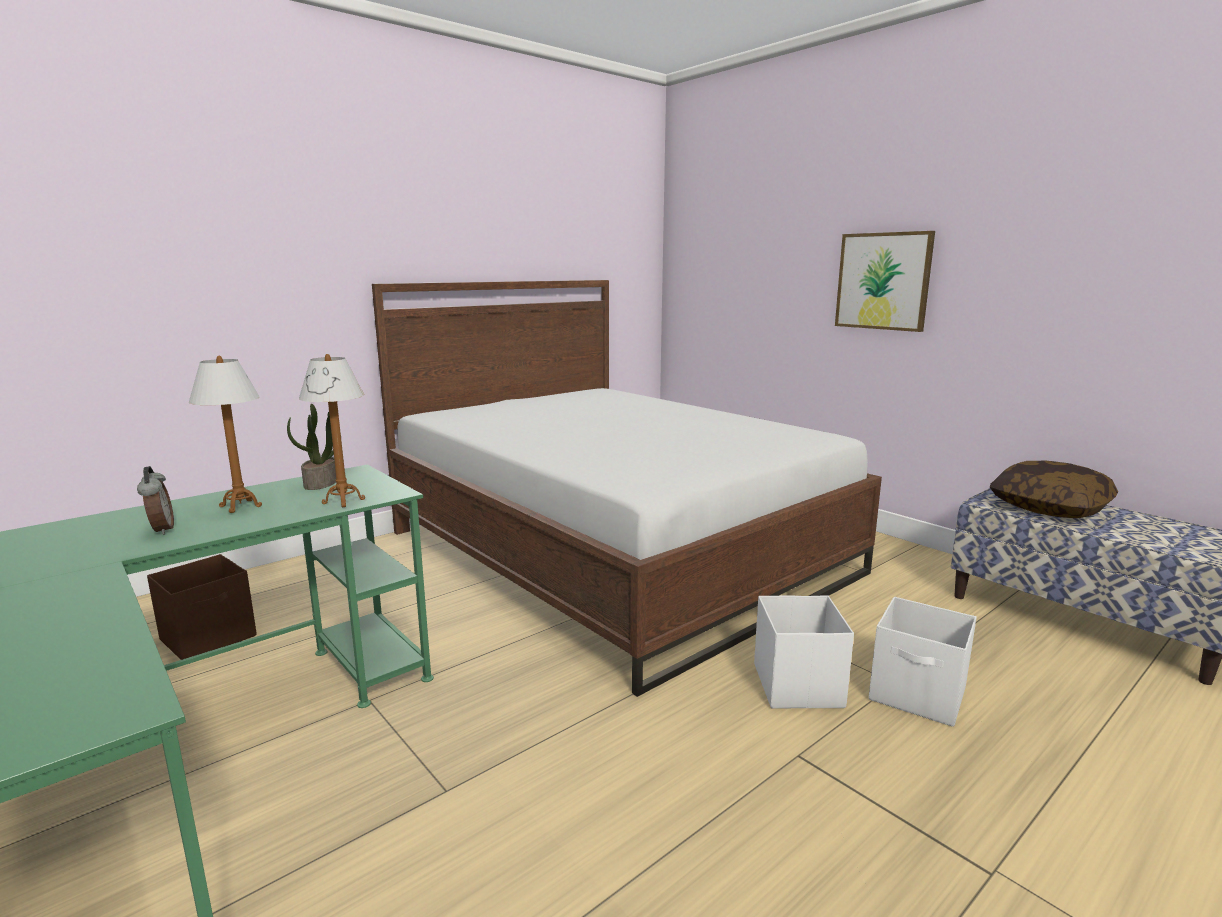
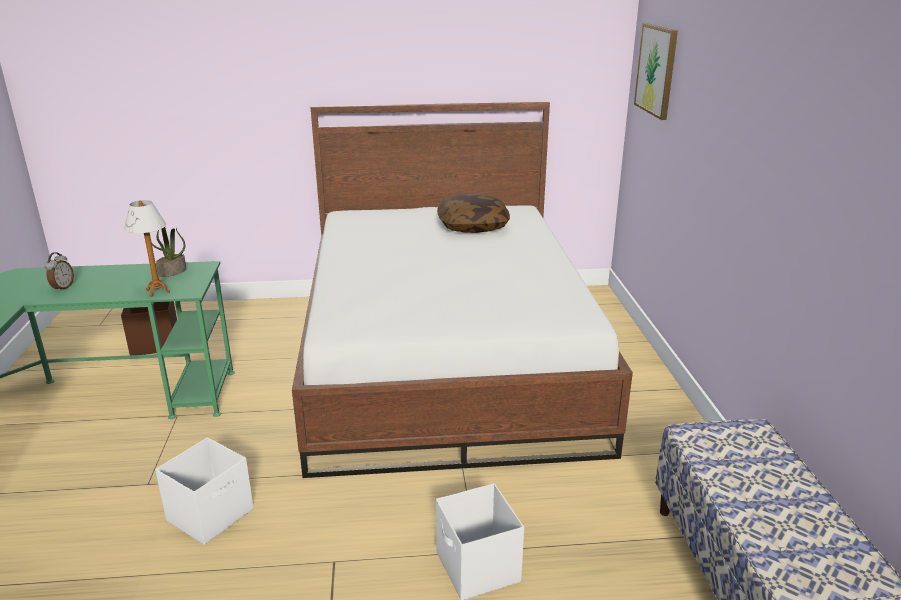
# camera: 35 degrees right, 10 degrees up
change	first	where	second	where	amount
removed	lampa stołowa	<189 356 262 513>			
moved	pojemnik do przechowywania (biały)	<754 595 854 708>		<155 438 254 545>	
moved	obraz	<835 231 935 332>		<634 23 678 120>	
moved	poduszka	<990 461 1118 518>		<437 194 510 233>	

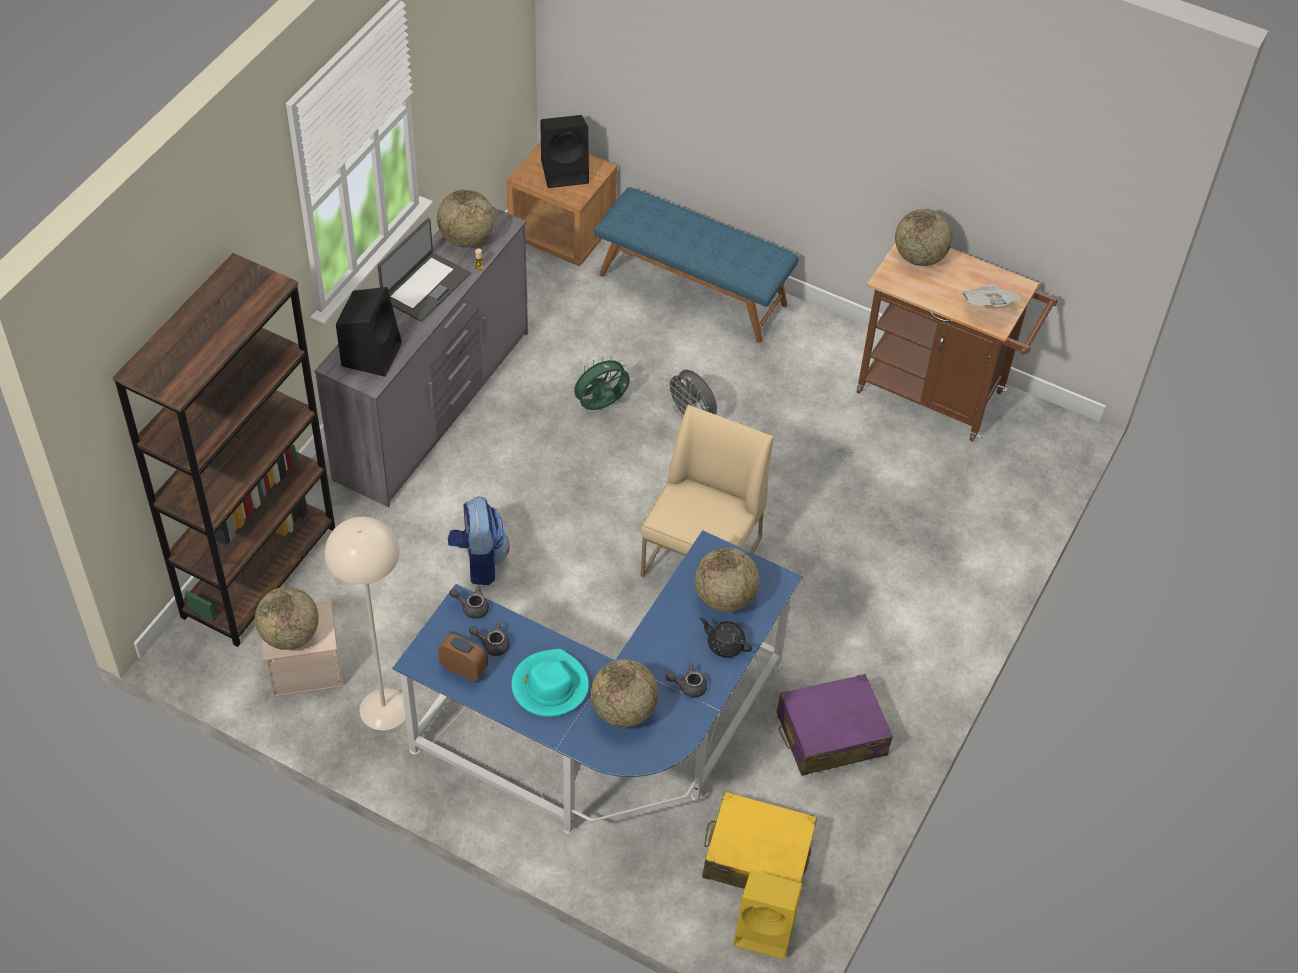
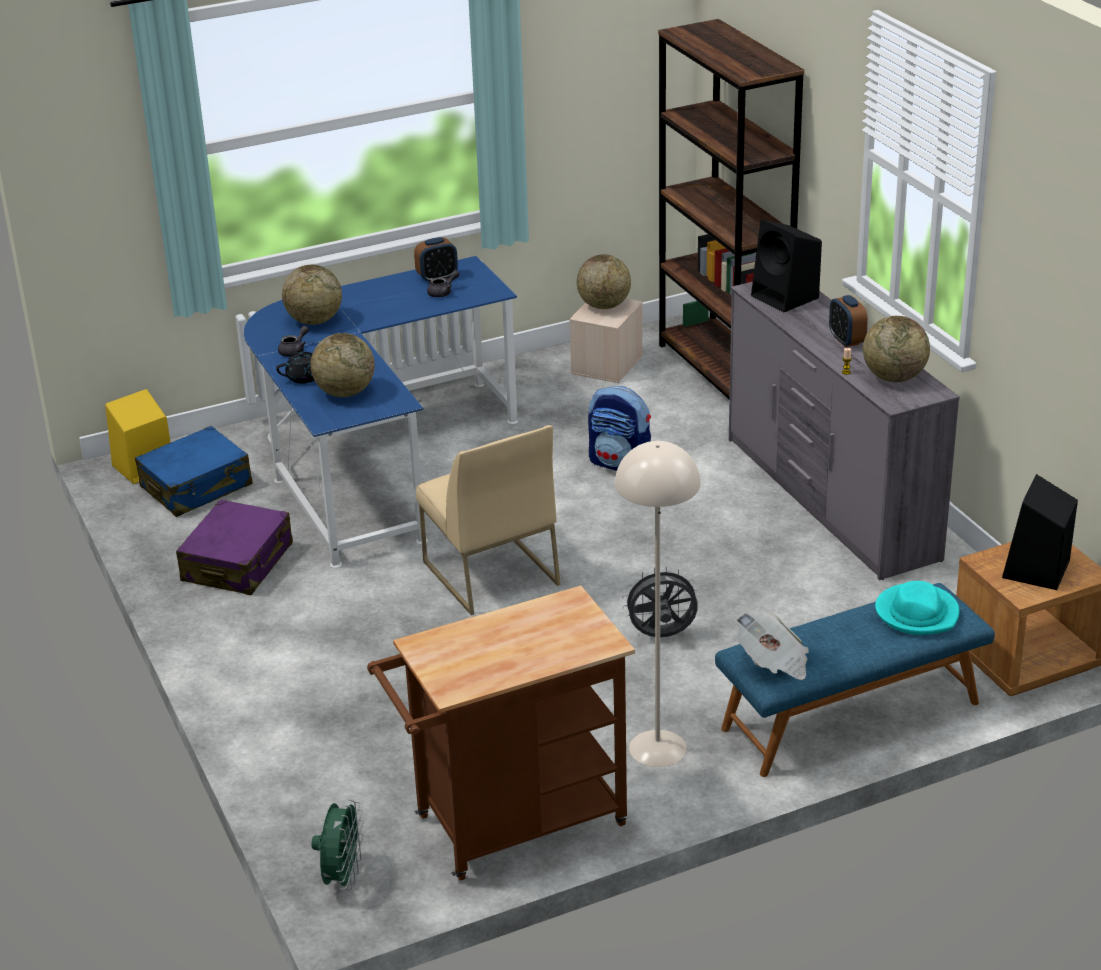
# camera: 130 degrees right, 20 degrees down
change	first	where	second	where	amount
removed	imbryk (szary)	<449 585 489 619>			
removed	globus	<895 209 953 266>			
moved	lampa stojąca (beżowy)	<325 517 406 731>		<615 441 701 767>	
moved	kapelusz (turkusowy)	<511 649 589 717>		<875 581 960 635>	
moved	wentylator (zielony)	<570 356 630 410>		<312 800 364 891>	
moved	gazeta	<962 284 1020 307>		<736 611 809 680>	
replaced	laptop	<378 218 470 322>	budzik	<829 295 868 347>	
recoloured	walizka (żółty)	<702 791 817 889>	walizka (niebieski)	<135 426 253 517>	

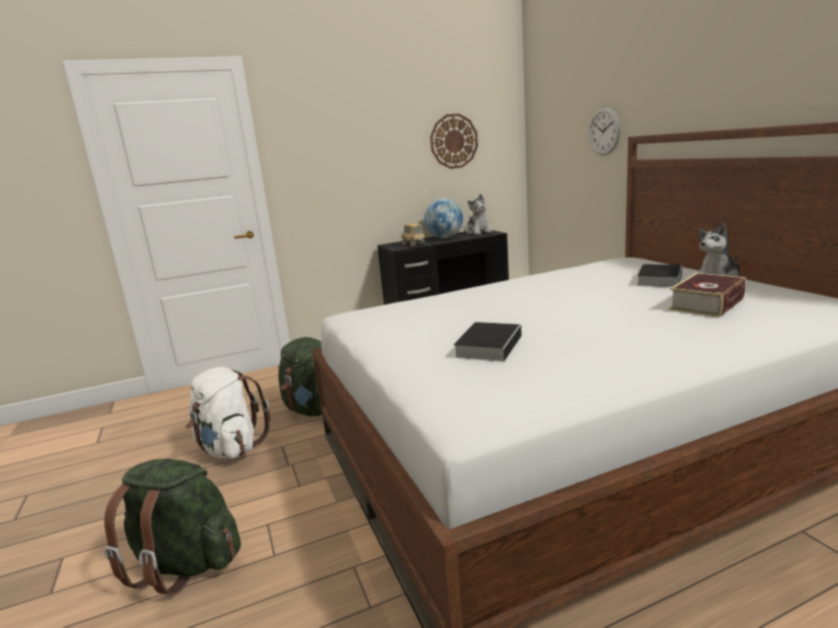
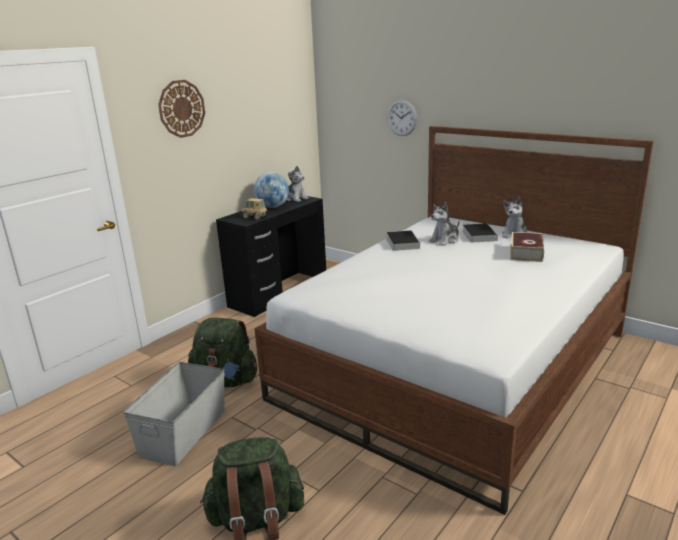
# camera: 30 degrees left, 5 degrees up
change	first	where	second	where	amount
added			pluszak	<429 202 460 246>	
moved	zegar ścienny	<430 114 478 169>		<158 80 205 138>	
moved	książka	<453 322 522 362>		<386 230 420 251>	
replaced	plecak (biały)	<185 367 271 458>	pojemnik do przechowywania (szary)	<123 362 225 466>	

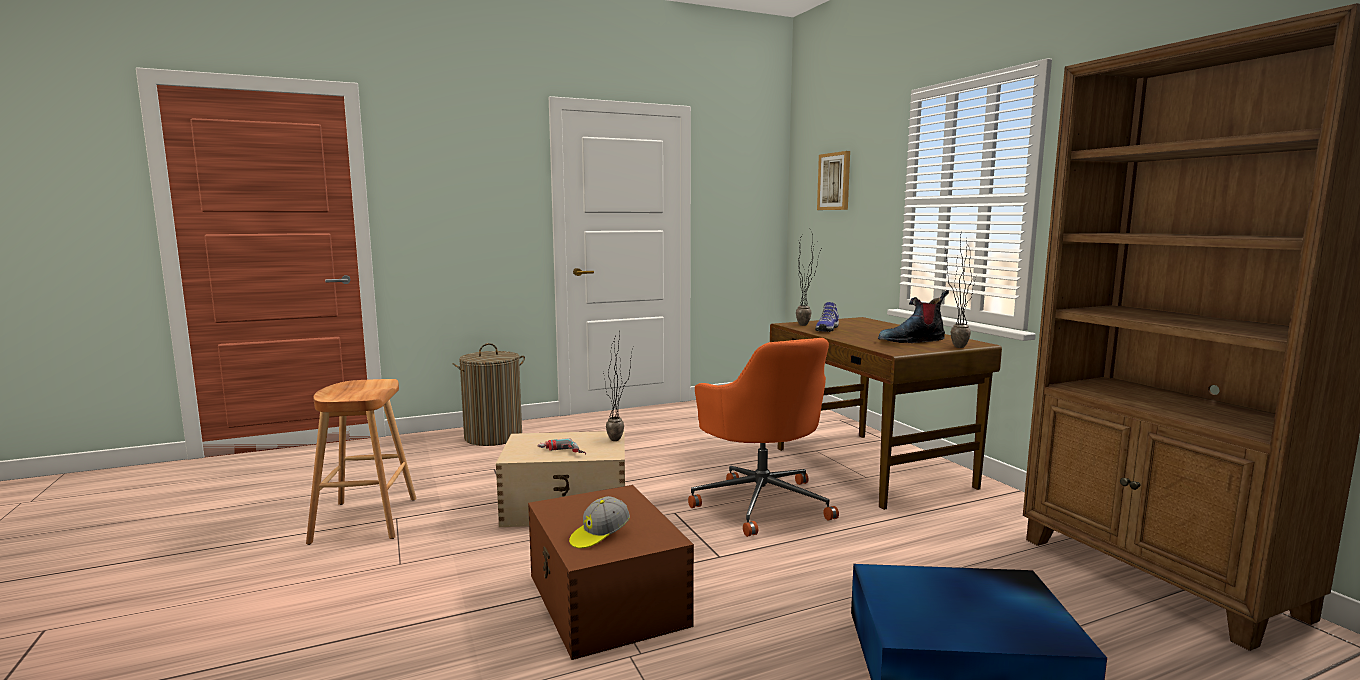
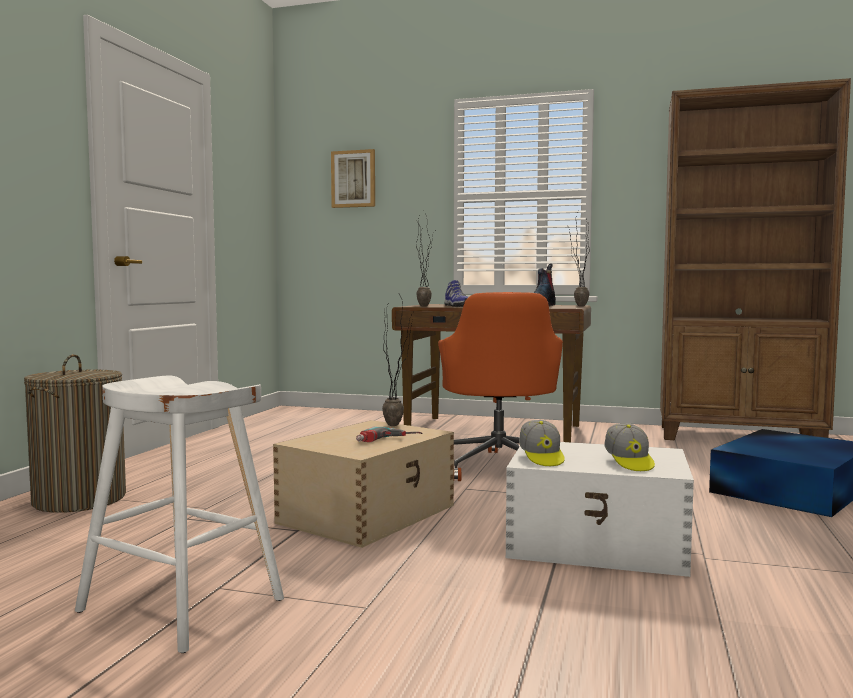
# camera: 50 degrees left, 5 degrees down
change	first	where	second	where	amount
added			czapka z daszkiem	<519 420 565 466>	
recoloured	stołek (brązowy)	<306 379 417 545>	stołek (biały)	<75 375 284 653>	
recoloured	pojemnik do przechowywania (brązowy)	<528 485 694 660>	pojemnik do przechowywania (biały)	<506 442 694 577>	
turned	krzesło biurowe (pomarańczowy)	<688 338 839 537>		<438 292 563 481>	75 degrees clockwise

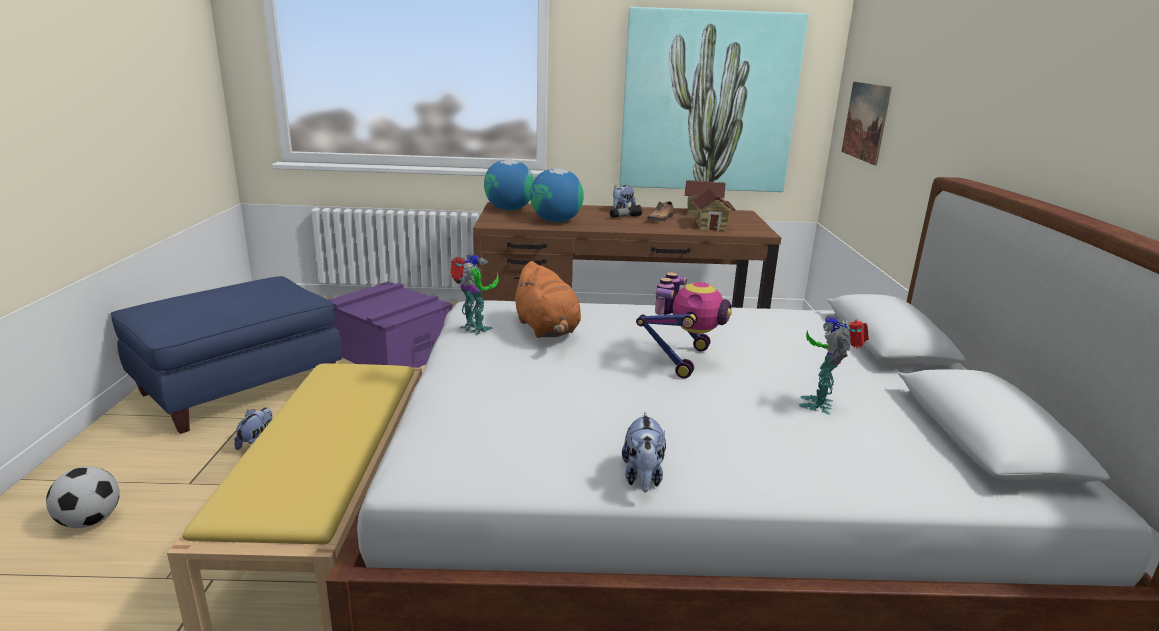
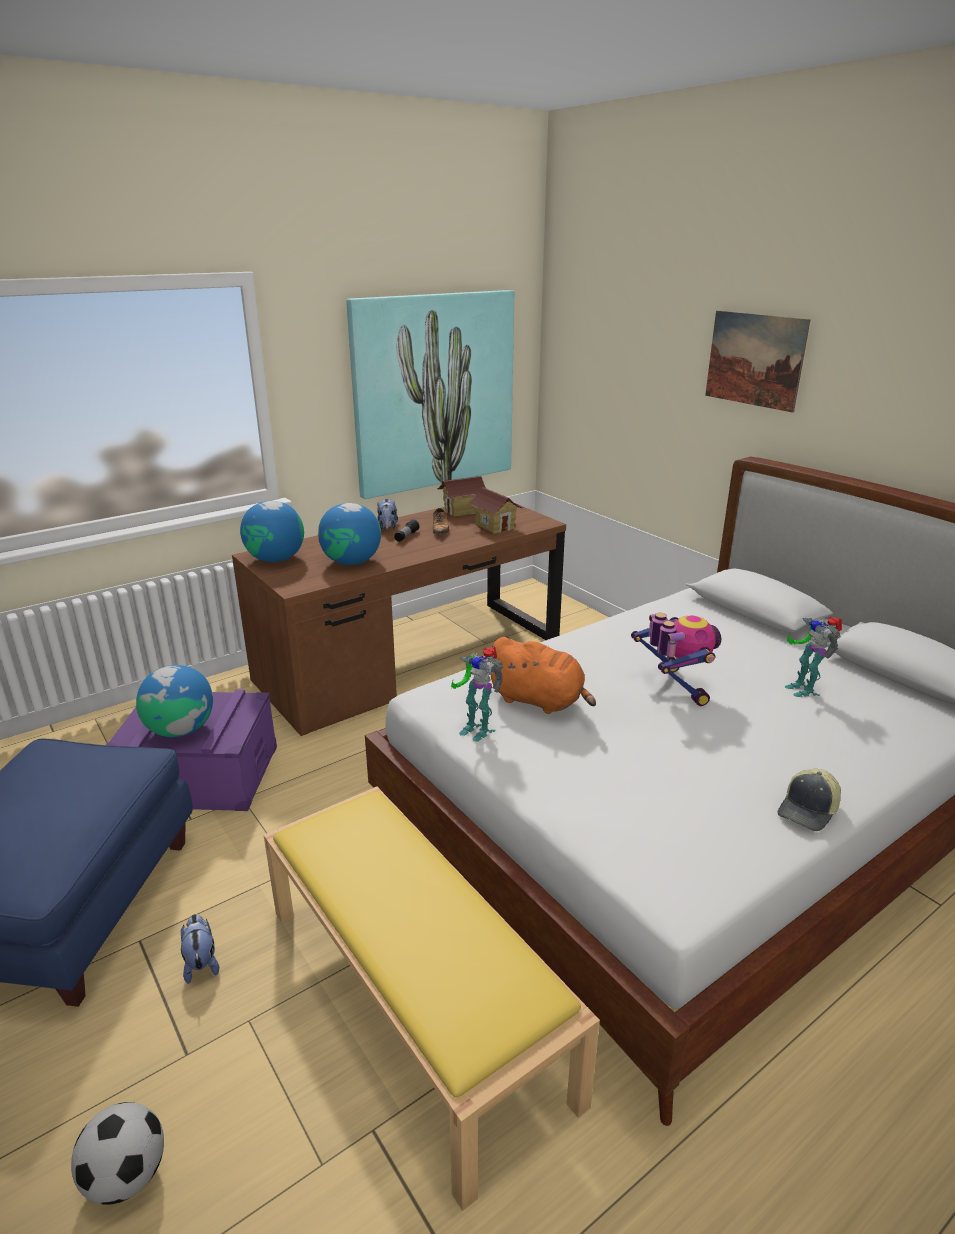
# camera: 35 degrees left, 5 degrees up
change	first	where	second	where	amount
added			globus	<136 665 213 737>	
moved	obraz	<841 82 892 166>		<705 310 811 413>	
replaced	pluszak	<622 412 666 492>	czapka z daszkiem	<777 769 841 831>	
turned	robot zabawkowy	<450 253 499 335>		<451 646 504 742>	150 degrees counterclockwise

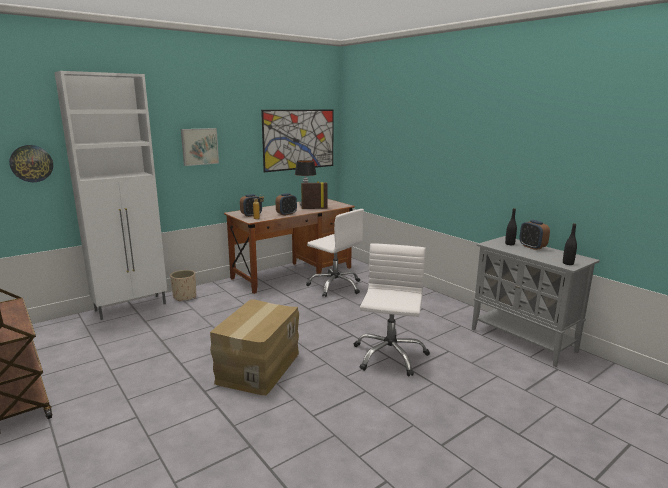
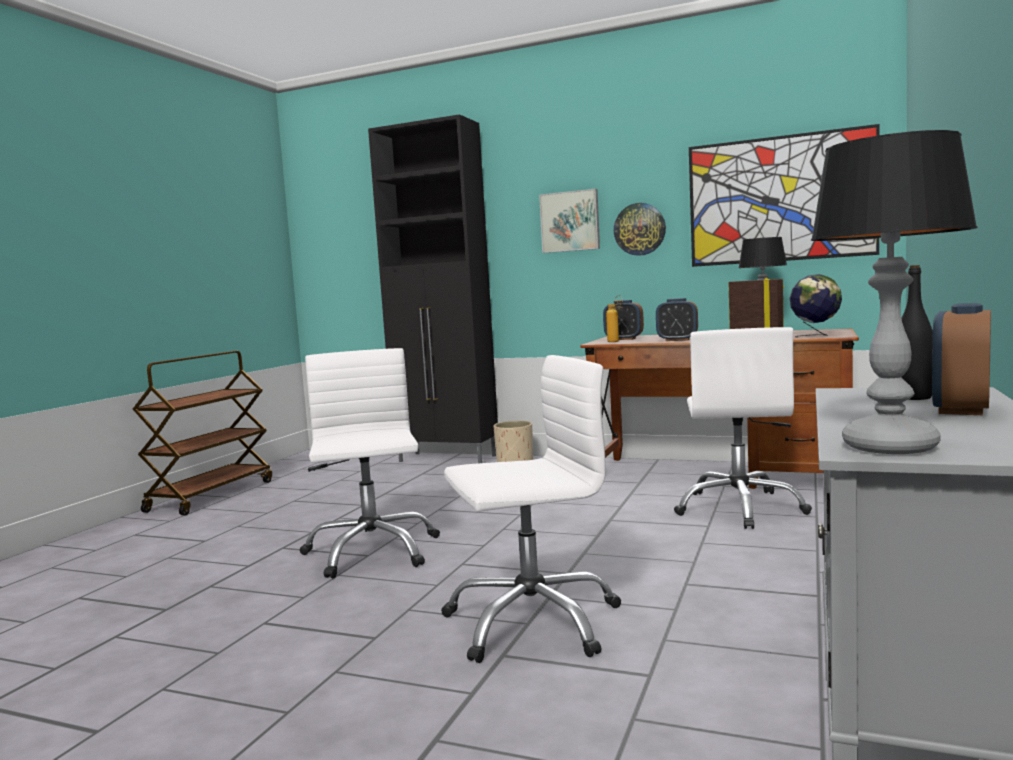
# camera: 60 degrees right, 10 degrees down
change	first	where	second	where	amount
added			globus	<790 274 842 338>	
moved	zegar ścienny	<9 145 53 182>		<614 203 666 256>	
replaced	karton	<210 300 299 395>	krzesło biurowe (biały)	<300 348 440 578>	
replaced	butelka (czarny)	<563 223 577 265>	lampa stołowa	<811 130 978 454>	
recoloured	szafka (biały)	<54 71 167 320>	szafka (czarny)	<368 114 498 464>	

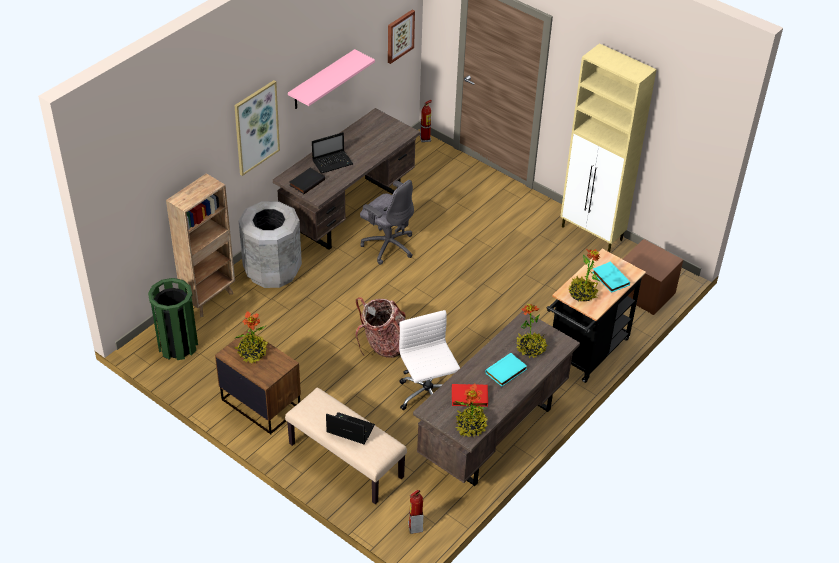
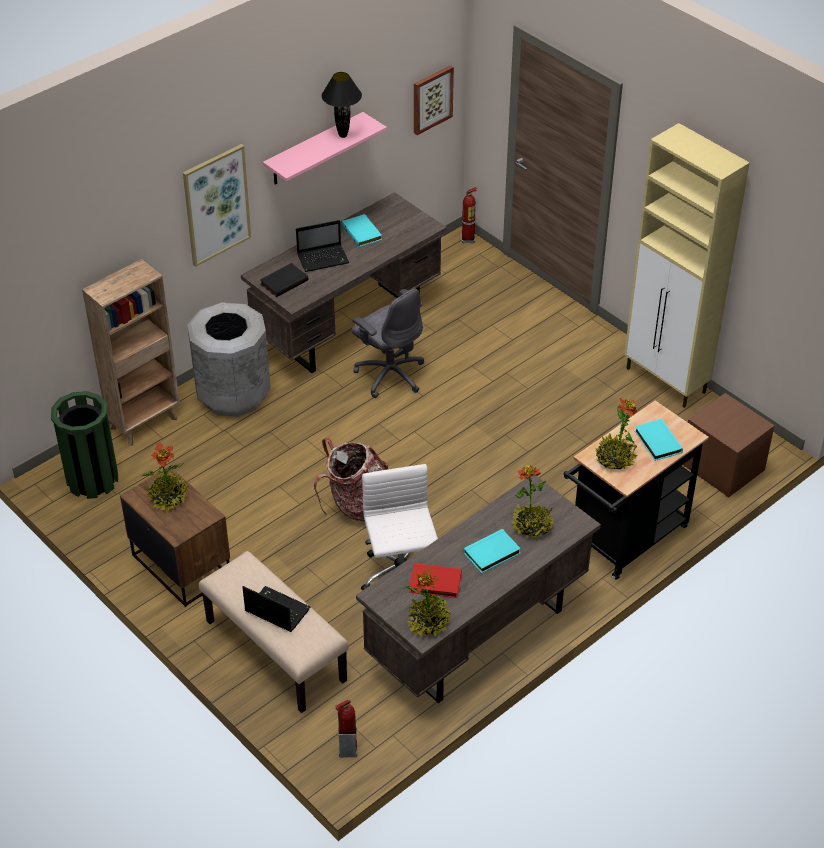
# camera: 10 degrees right, 0 degrees up
change	first	where	second	where	amount
added			lampa stołowa (czarny)	<322 72 362 138>	
added			książka (turkusowy)	<342 214 382 247>	

